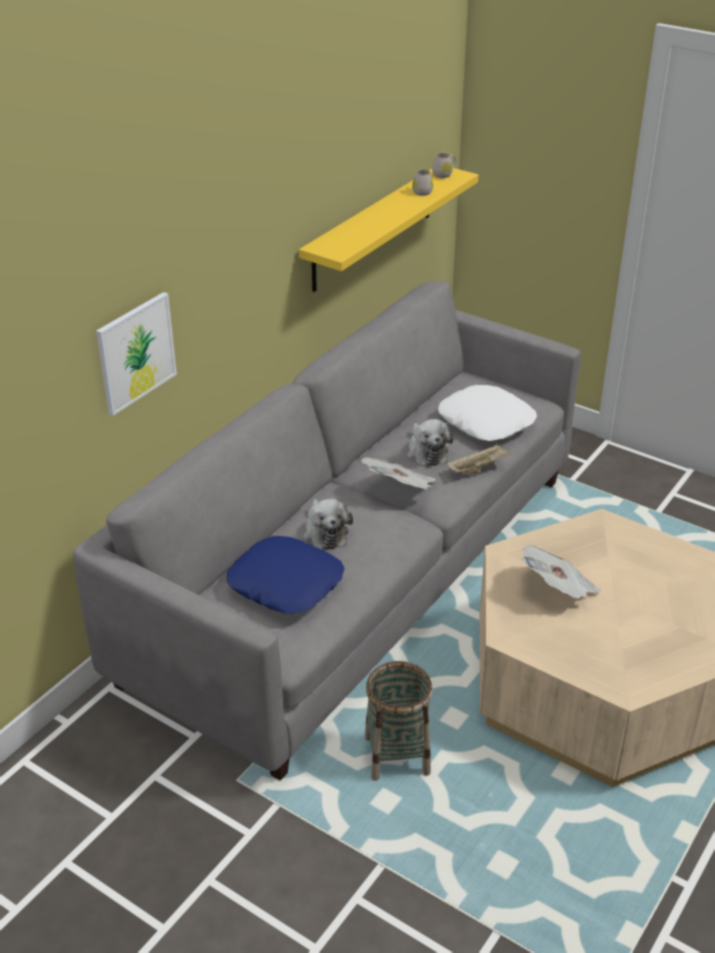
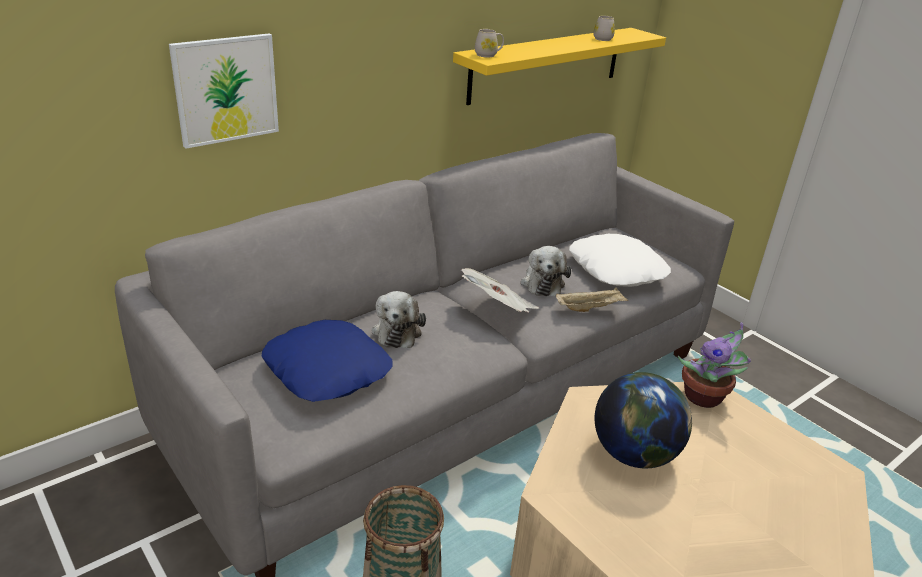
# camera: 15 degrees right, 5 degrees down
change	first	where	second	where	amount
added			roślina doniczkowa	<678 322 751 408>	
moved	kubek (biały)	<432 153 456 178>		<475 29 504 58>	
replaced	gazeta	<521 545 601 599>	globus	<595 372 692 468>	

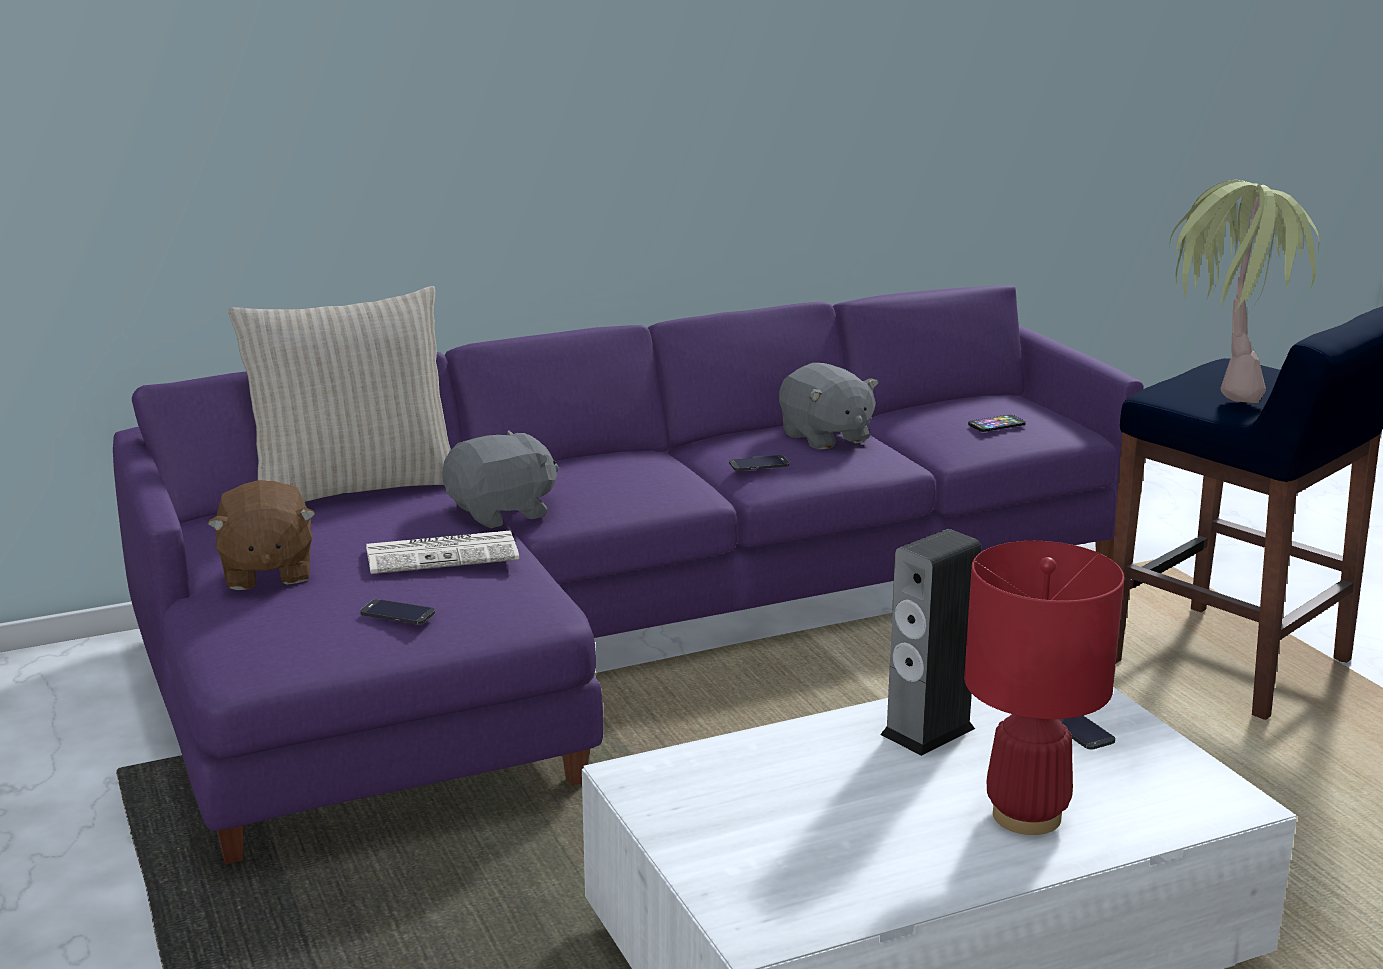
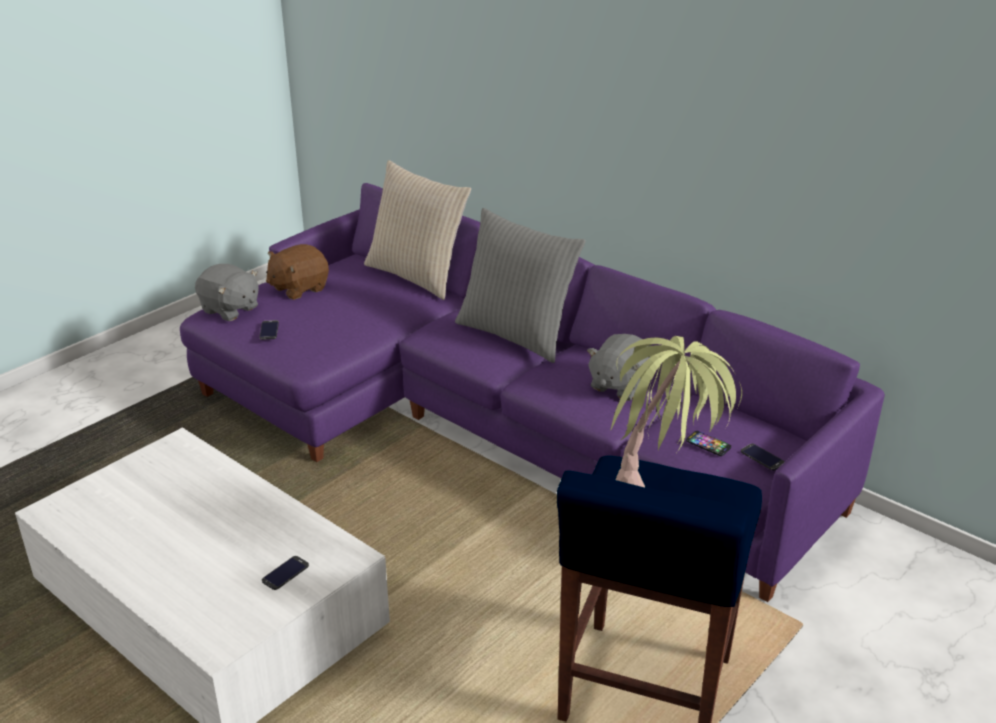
# camera: 65 degrees right, 10 degrees up
change	first	where	second	where	amount
removed	gazeta	<366 531 519 574>			
removed	głośnik	<880 529 981 756>			
removed	lampa stołowa (czerwony)	<964 541 1124 835>			
added			poduszka (szary)	<455 208 586 363>	
moved	pluszak (szary)	<442 430 559 528>		<195 264 259 321>	
moved	telefon	<729 455 789 471>		<741 444 785 470>	

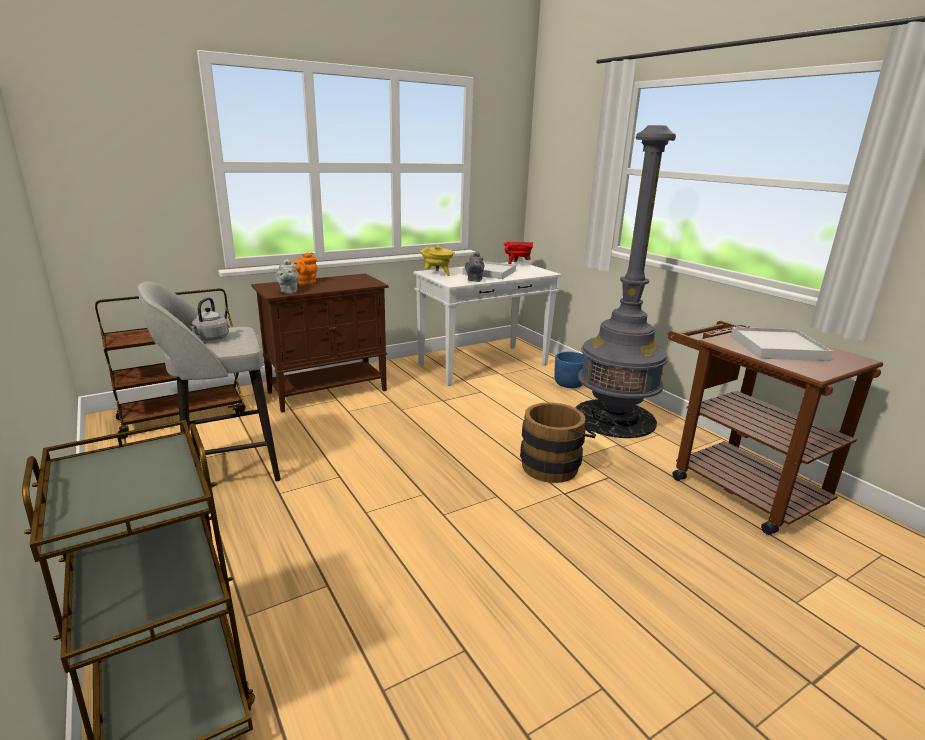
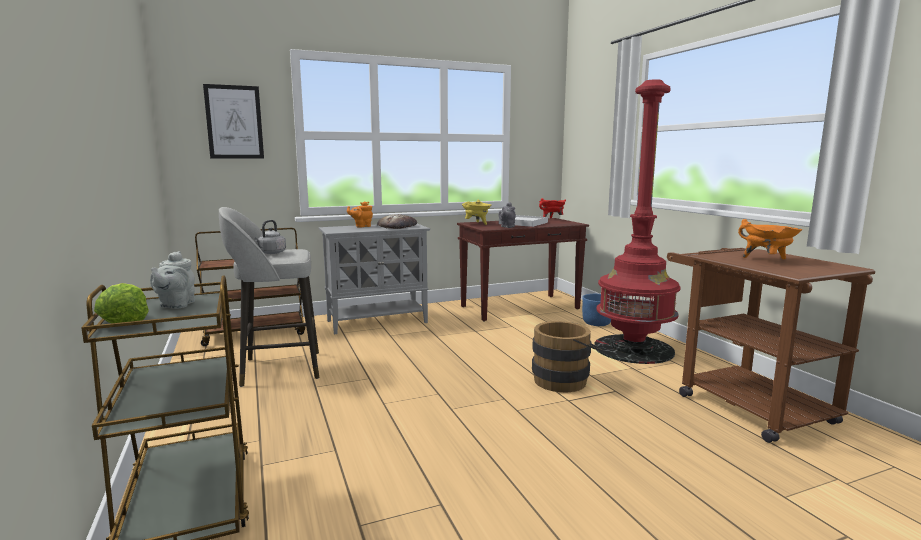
# camera: 10 degrees right, 10 degrees down
change	first	where	second	where	amount
added			sałata	<94 283 149 323>	
added			obraz	<203 84 264 159>	
added			chleb	<377 214 417 229>	
moved	imbryk (szary)	<275 259 299 294>		<150 251 195 309>	
replaced	taca (biały)	<731 327 833 361>	garnek (pomarańczowy)	<738 219 802 259>	
recoloured	szafka (brązowy)	<251 273 389 413>	szafka (szary)	<319 224 430 334>	
recoloured	stolik konsolowy (biały)	<413 261 562 386>	stolik konsolowy (brązowy)	<457 218 589 322>	
recoloured	lampa stojąca (szary)	<575 125 676 438>	lampa stojąca (czerwony)	<594 79 681 364>	

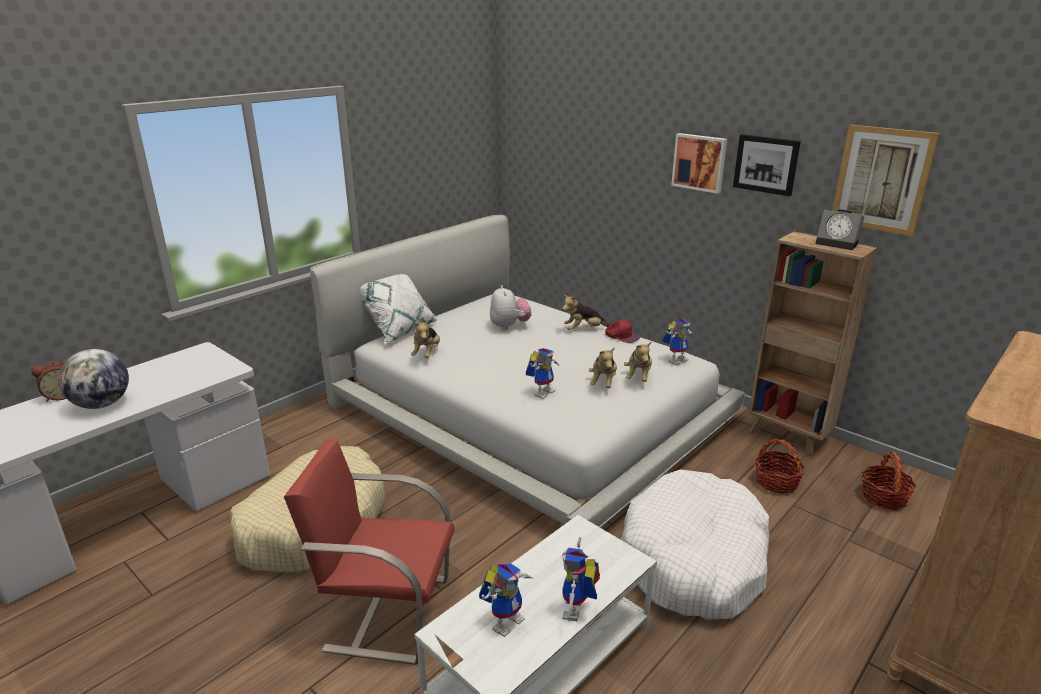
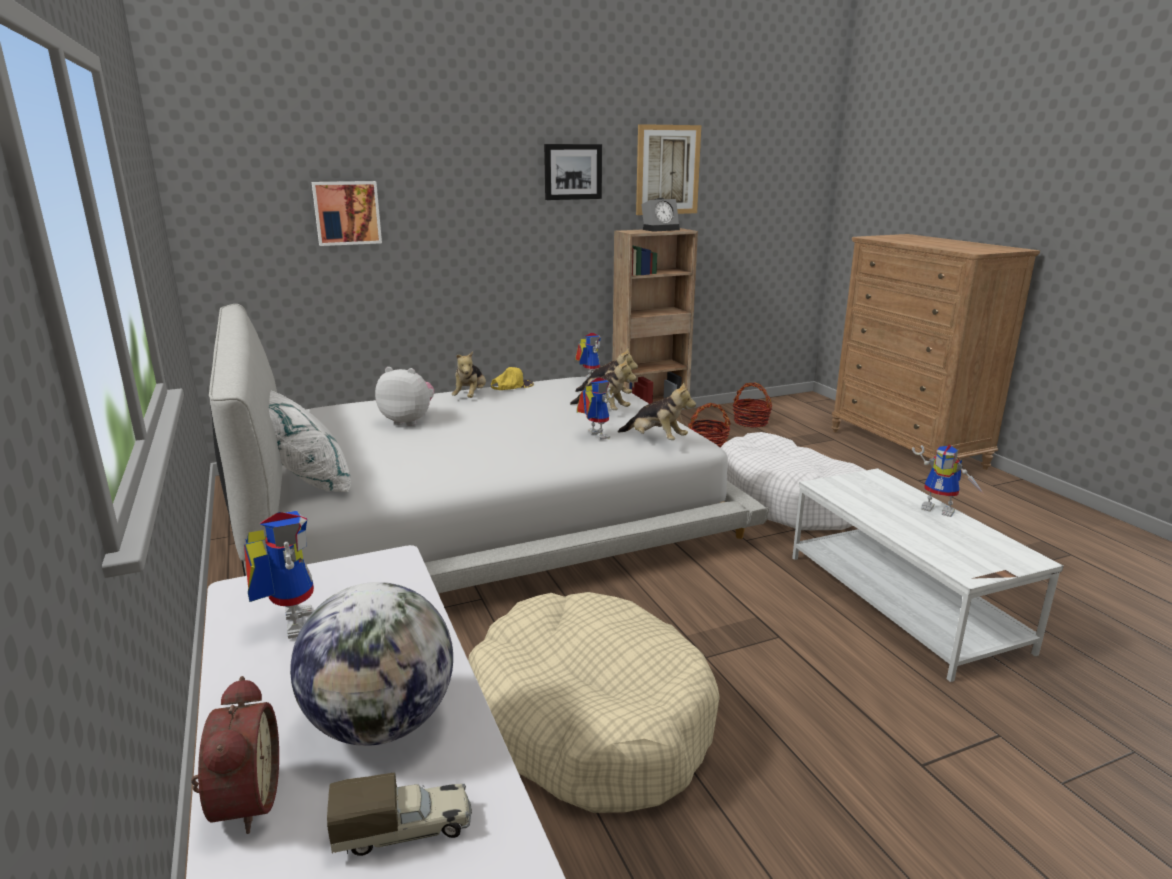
# camera: 65 degrees left, 5 degrees down
change	first	where	second	where	amount
removed	krzesło (czerwony)	<284 438 454 665>			
added			ciężarówka zabawkowa	<327 772 472 856>	
moved	pluszak	<411 320 440 358>		<618 382 696 440>	
moved	robot zabawkowy	<479 563 533 637>		<244 511 314 639>	
moved	obraz	<671 133 727 194>		<312 181 382 246>	
recoloured	czapka z daszkiem (czerwony)	<605 320 641 343>	czapka z daszkiem (żółty)	<491 367 534 390>	

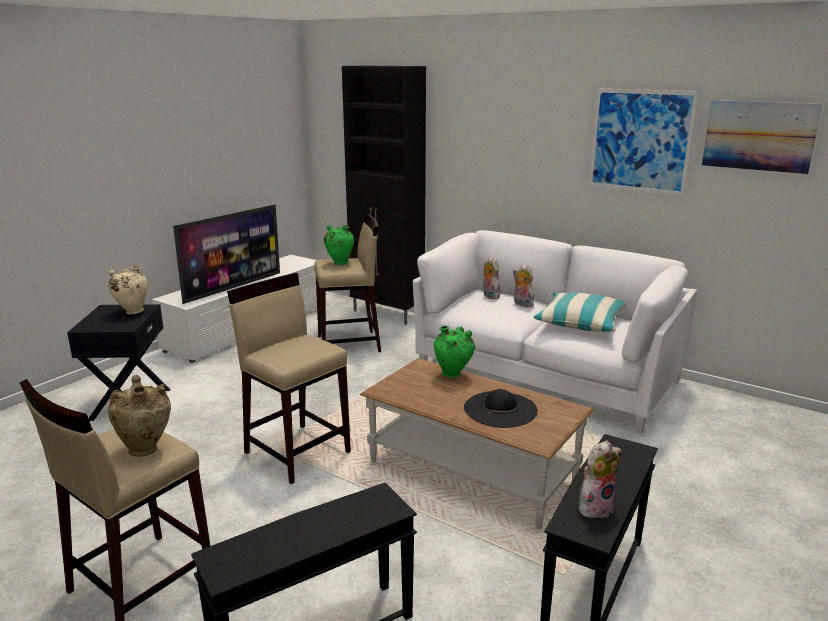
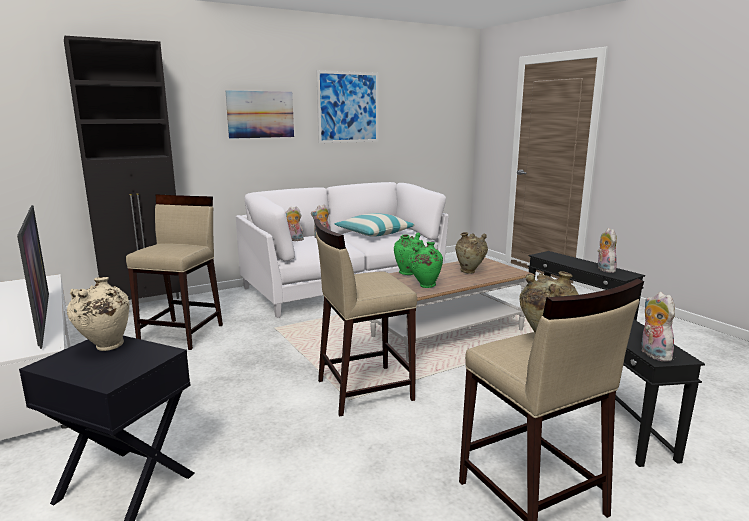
# camera: 65 degrees left, 5 degrees down
change	first	where	second	where	amount
added			pluszak	<641 292 675 362>	
moved	wazon (zielony)	<324 225 354 265>		<408 242 443 288>	
moved	obraz	<702 100 822 174>		<226 90 294 139>	
replaced	kapelusz (czarny)	<464 389 538 428>	wazon (beżowy)	<455 232 488 274>	

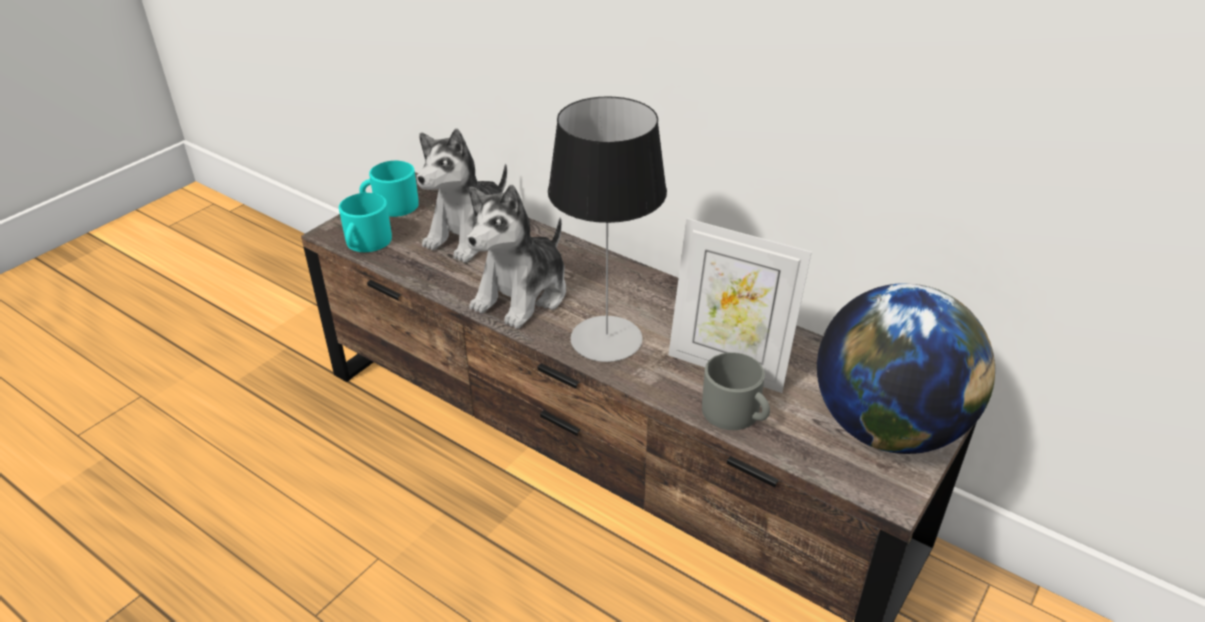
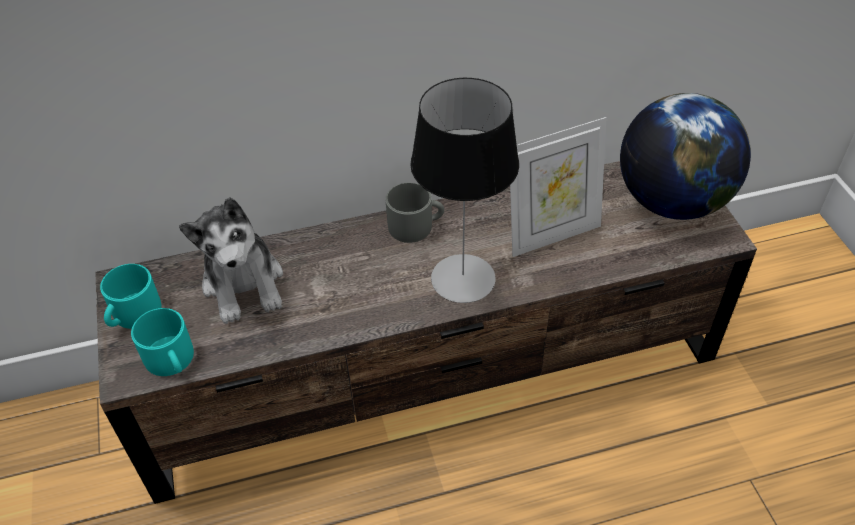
# camera: 50 degrees left, 10 degrees up
change	first	where	second	where	amount
removed	pluszak	<467 185 566 329>			
moved	kubek (szary)	<702 352 770 430>		<385 183 444 243>	

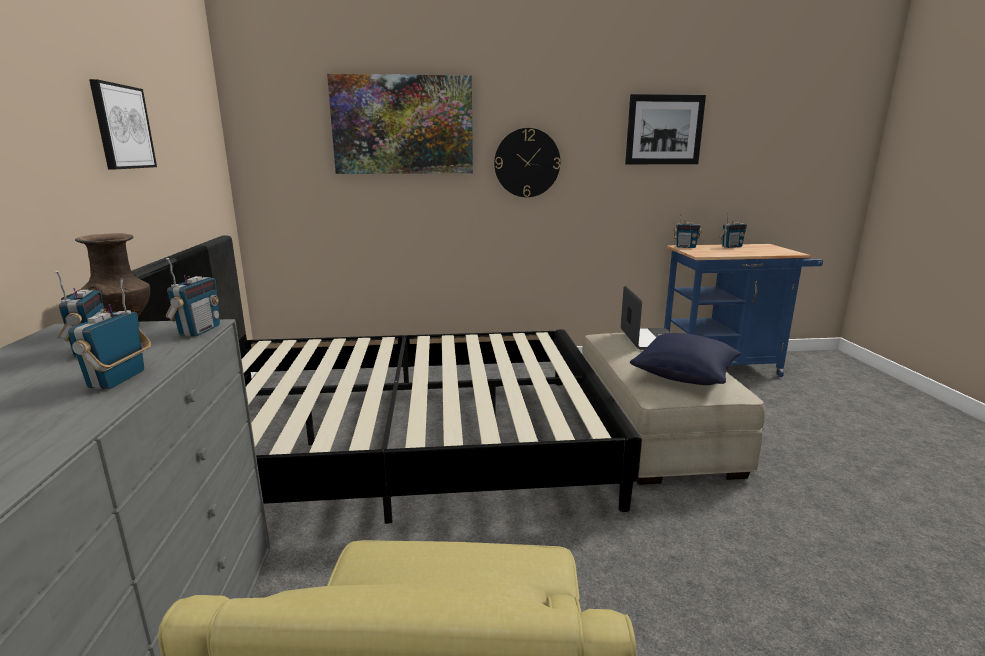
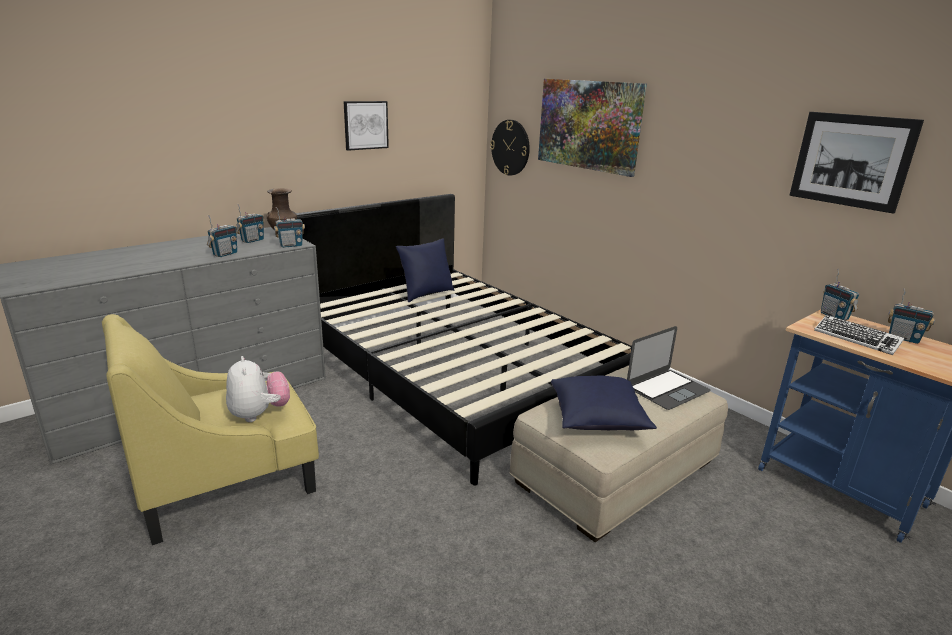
# camera: 55 degrees right, 5 degrees up
change	first	where	second	where	amount
added			pluszak	<226 356 290 422>	
added			poduszka (niebieski)	<396 238 454 302>	
added			klawiatura	<814 315 904 355>	
moved	zegar ścienny	<494 128 560 197>		<490 120 530 176>	
turned	radio	<68 278 151 389>		<207 215 237 257>	150 degrees clockwise

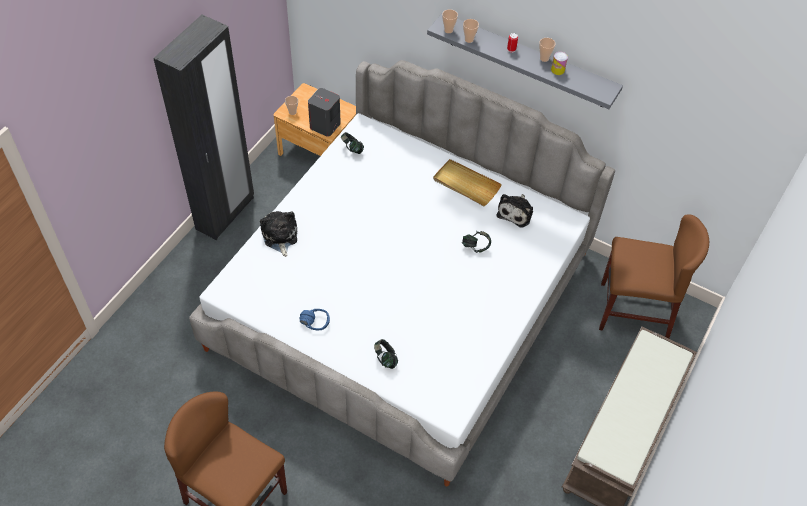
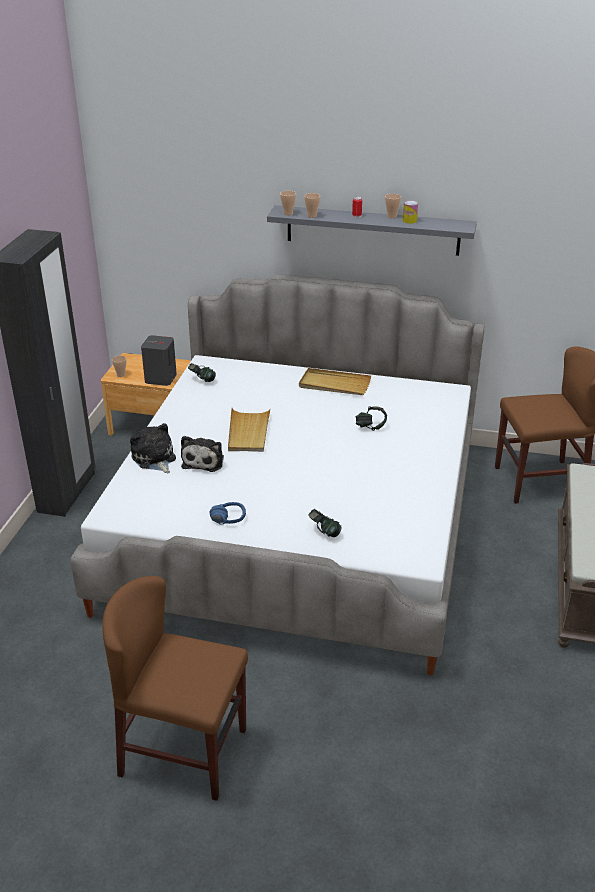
# camera: 15 degrees left, 20 degrees down
change	first	where	second	where	amount
added			taca (beżowy)	<228 408 271 452>	
moved	pluszak	<496 194 533 228>		<181 436 224 472>	

